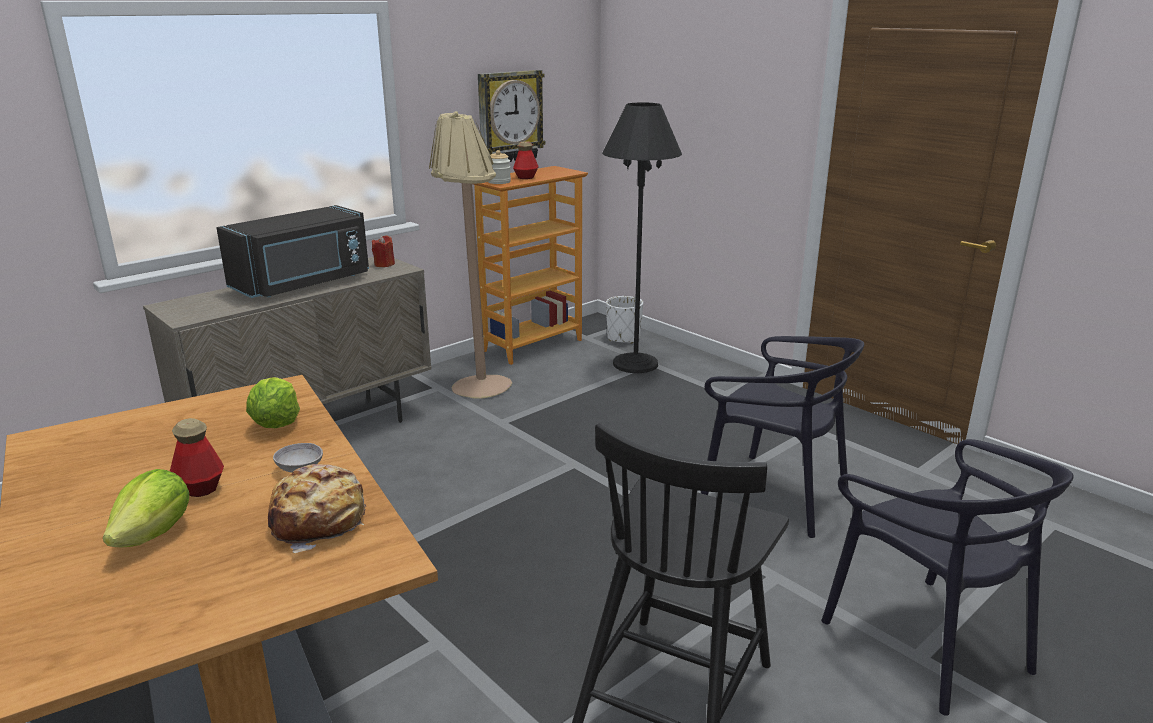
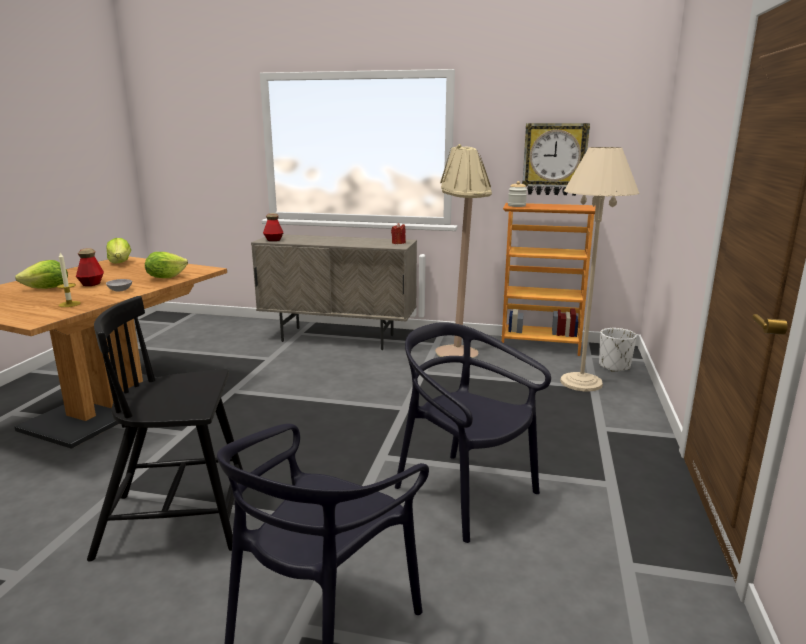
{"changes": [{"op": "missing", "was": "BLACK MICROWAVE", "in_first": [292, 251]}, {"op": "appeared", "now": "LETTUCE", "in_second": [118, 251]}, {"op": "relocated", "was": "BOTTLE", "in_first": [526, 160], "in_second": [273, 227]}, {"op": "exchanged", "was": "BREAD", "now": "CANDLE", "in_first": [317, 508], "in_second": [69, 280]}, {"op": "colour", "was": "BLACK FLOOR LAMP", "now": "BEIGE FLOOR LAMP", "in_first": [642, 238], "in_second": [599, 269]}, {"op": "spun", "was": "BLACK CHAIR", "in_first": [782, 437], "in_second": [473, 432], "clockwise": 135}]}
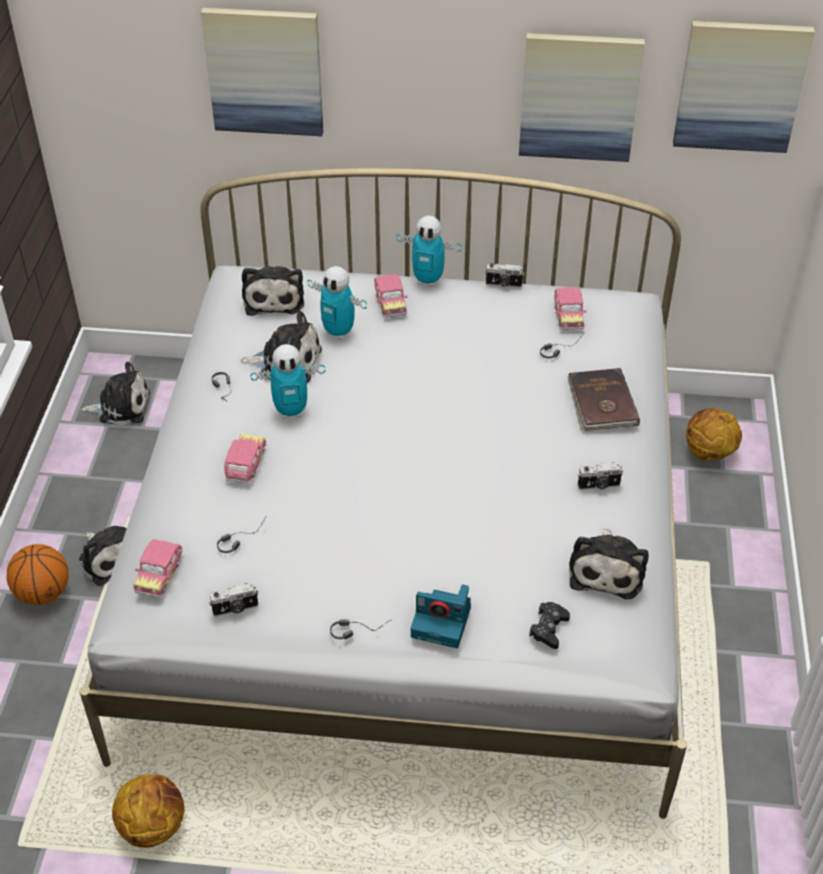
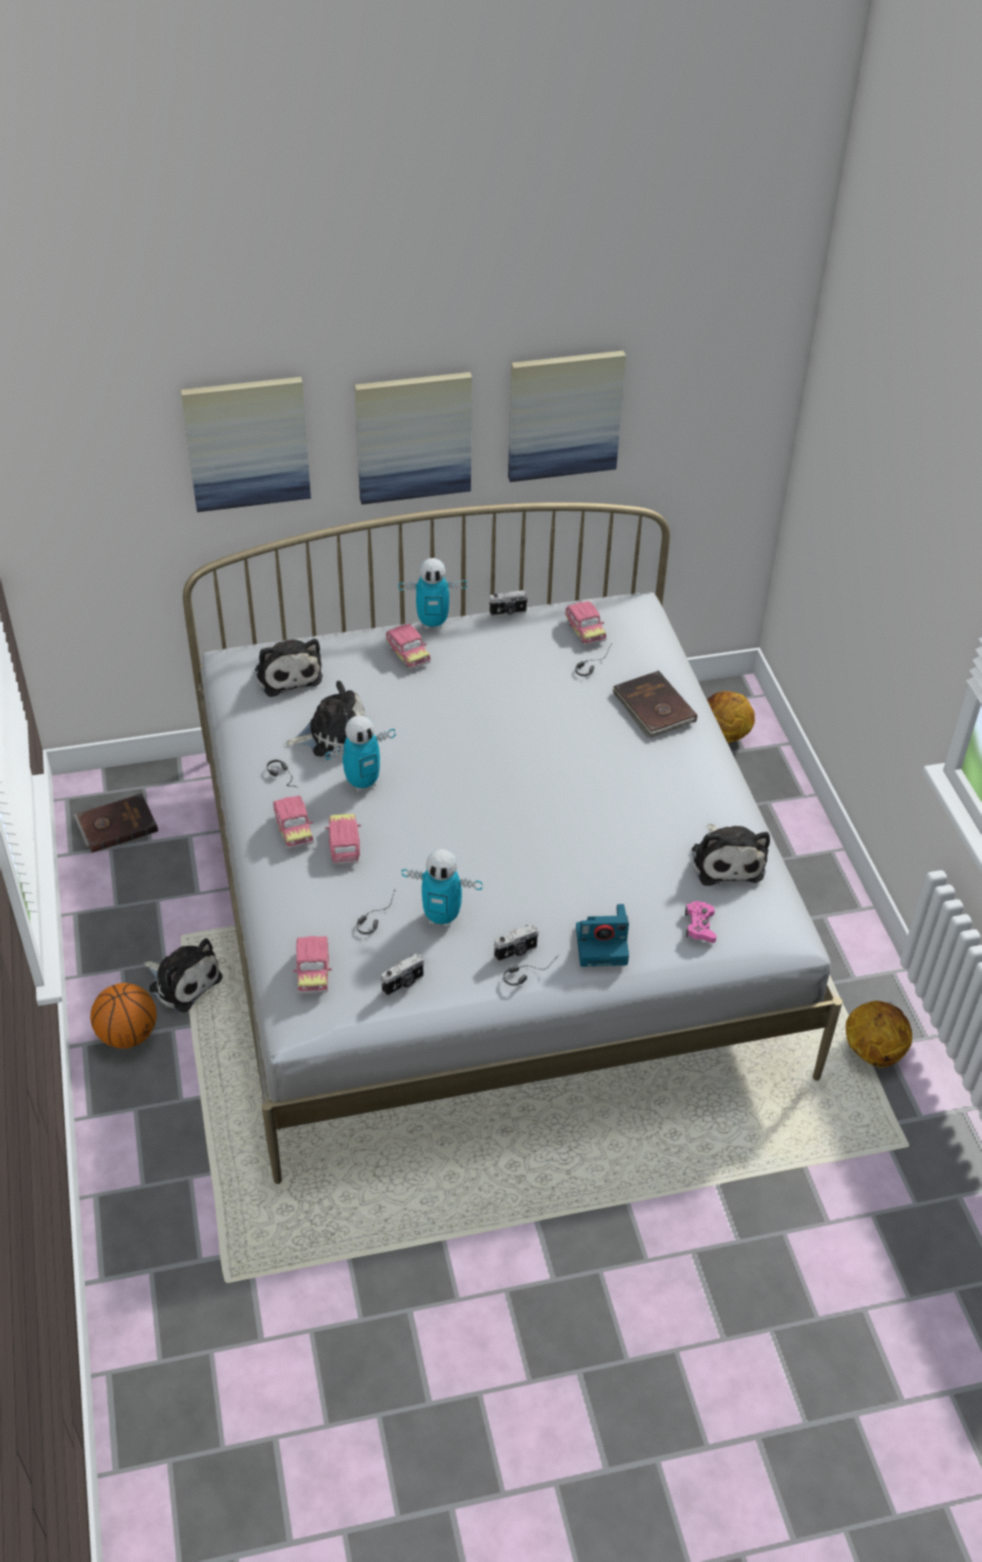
{"changes": [{"op": "appeared", "now": "TOY CAR", "in_second": [293, 822]}, {"op": "relocated", "was": "BASKETBALL", "in_first": [148, 811], "in_second": [879, 1034]}, {"op": "relocated", "was": "TOY ROBOT", "in_first": [337, 303], "in_second": [442, 888]}, {"op": "relocated", "was": "PHOTO CAMERA", "in_first": [600, 476], "in_second": [516, 943]}, {"op": "relocated", "was": "PICTURE", "in_first": [744, 87], "in_second": [413, 438]}, {"op": "exchanged", "was": "PLUSH TOY", "now": "BROWN BOOK", "in_first": [115, 394], "in_second": [116, 823]}, {"op": "colour", "was": "BLACK GAME CONTROLLER", "now": "PINK GAME CONTROLLER", "in_first": [549, 625], "in_second": [700, 922]}]}
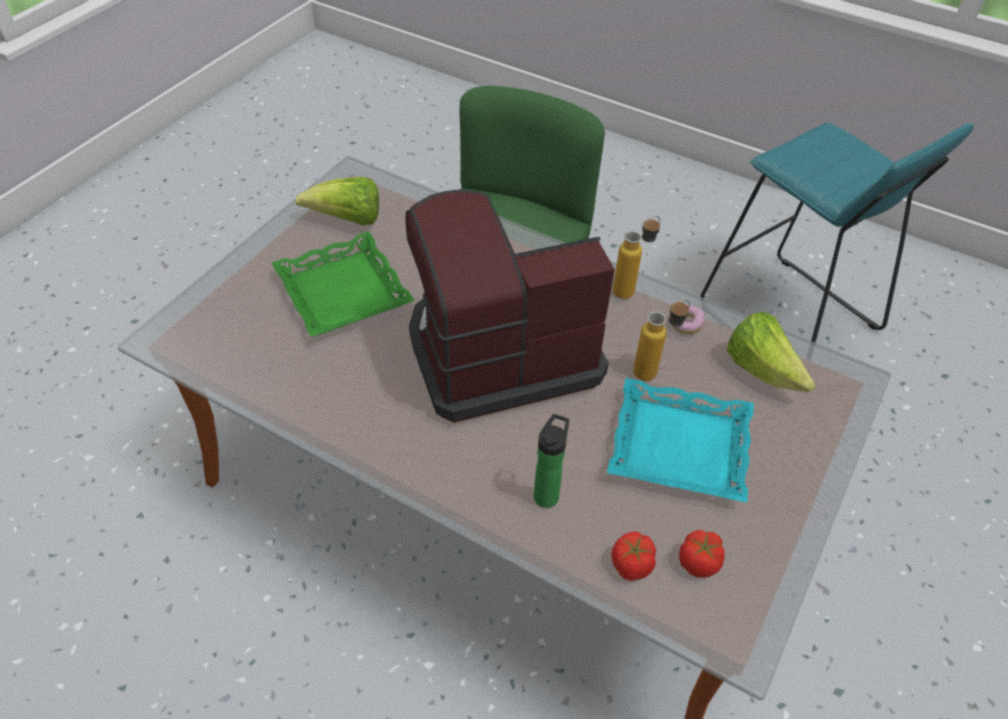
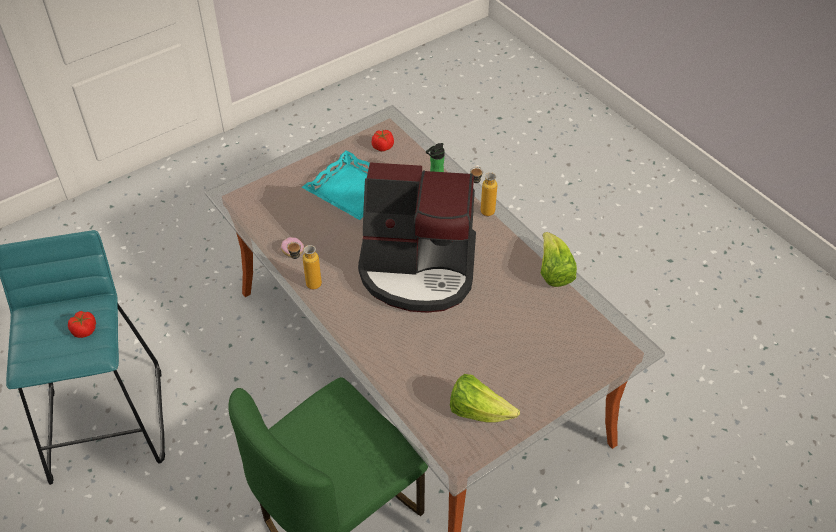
{"changes": [{"op": "missing", "was": "GREEN TRAY", "in_first": [343, 284]}, {"op": "relocated", "was": "TOMATO", "in_first": [633, 556], "in_second": [82, 324]}, {"op": "relocated", "was": "BOTTLE", "in_first": [661, 340], "in_second": [483, 191]}, {"op": "relocated", "was": "LETTUCE", "in_first": [771, 352], "in_second": [559, 259]}]}
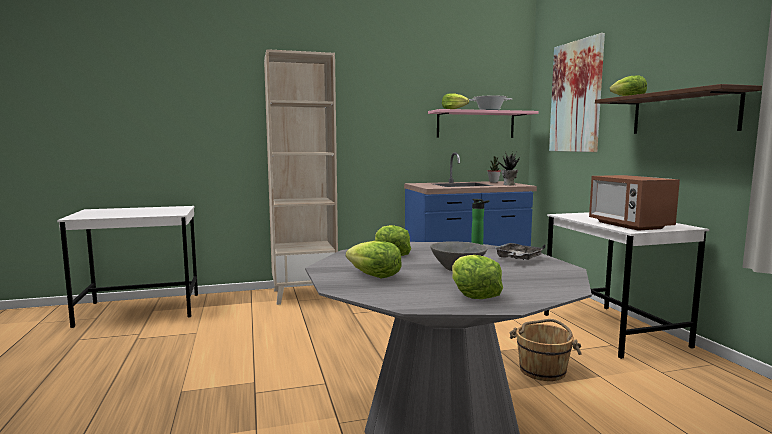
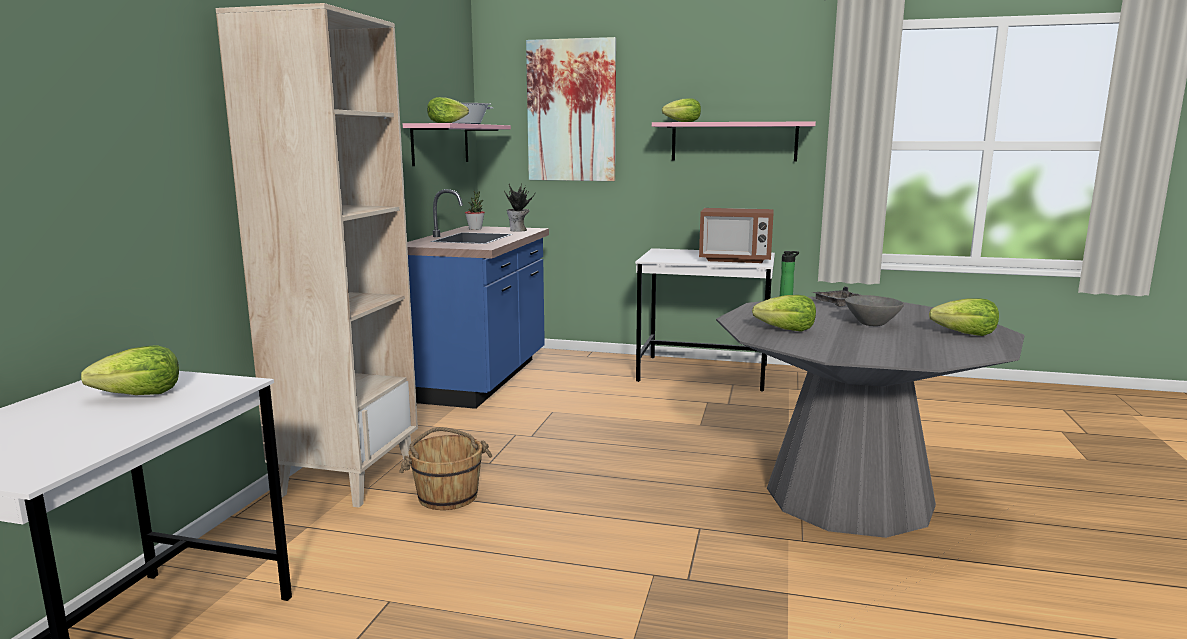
{"changes": [{"op": "relocated", "was": "LETTUCE", "in_first": [374, 260], "in_second": [130, 370]}, {"op": "relocated", "was": "BROWN BUCKET", "in_first": [546, 350], "in_second": [445, 468]}, {"op": "colour", "was": "BROWN SHELF", "now": "PINK SHELF", "in_first": [678, 109], "in_second": [734, 141]}]}
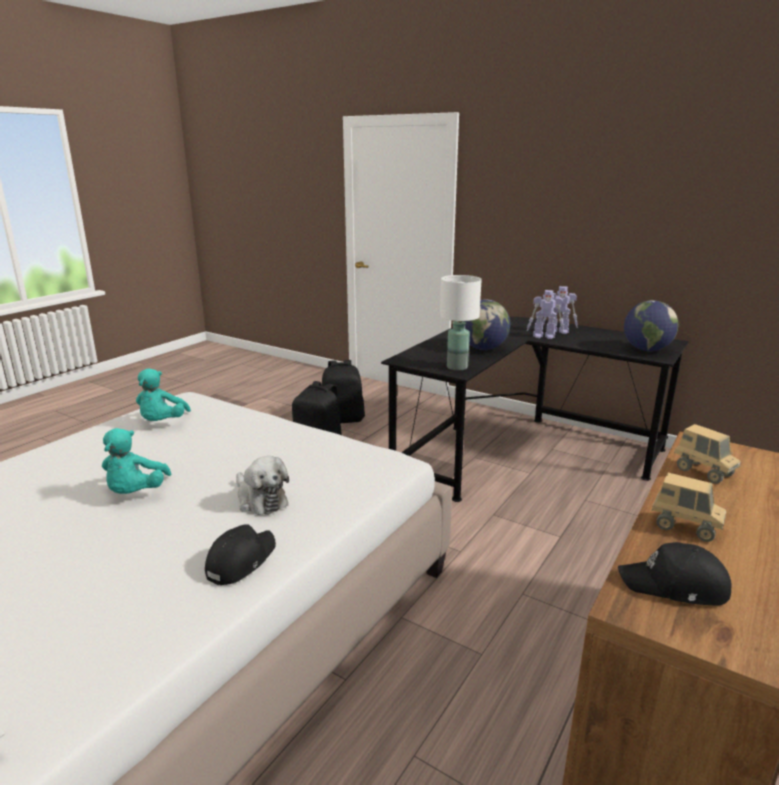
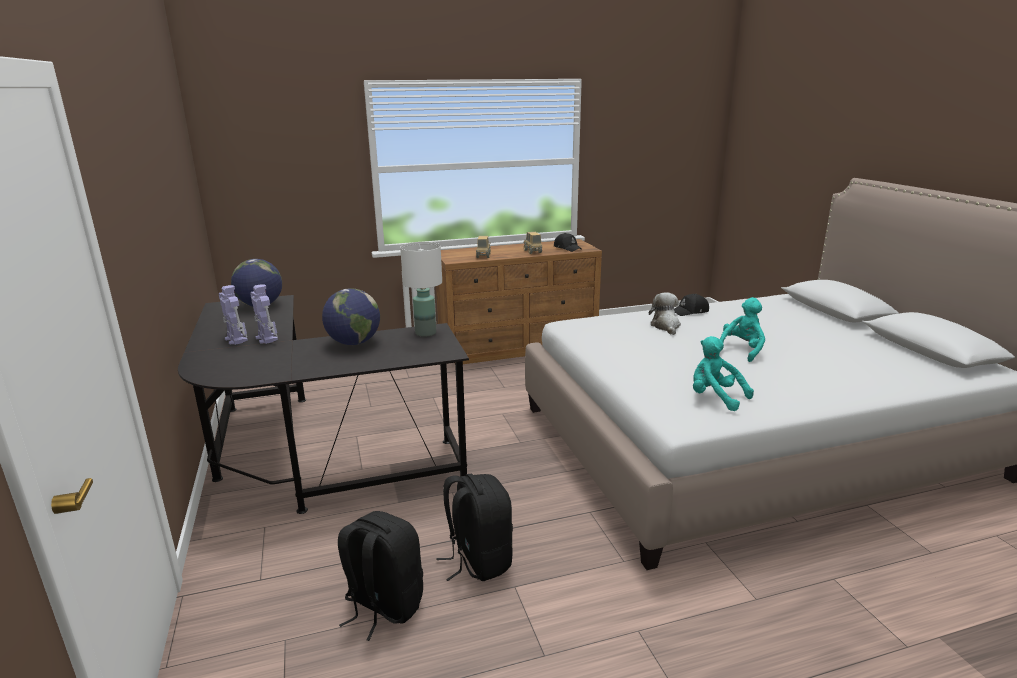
{"changes": [{"op": "spun", "was": "TURQUOISE PLUSH TOY", "in_first": [163, 395], "in_second": [723, 373], "clockwise": -90}]}
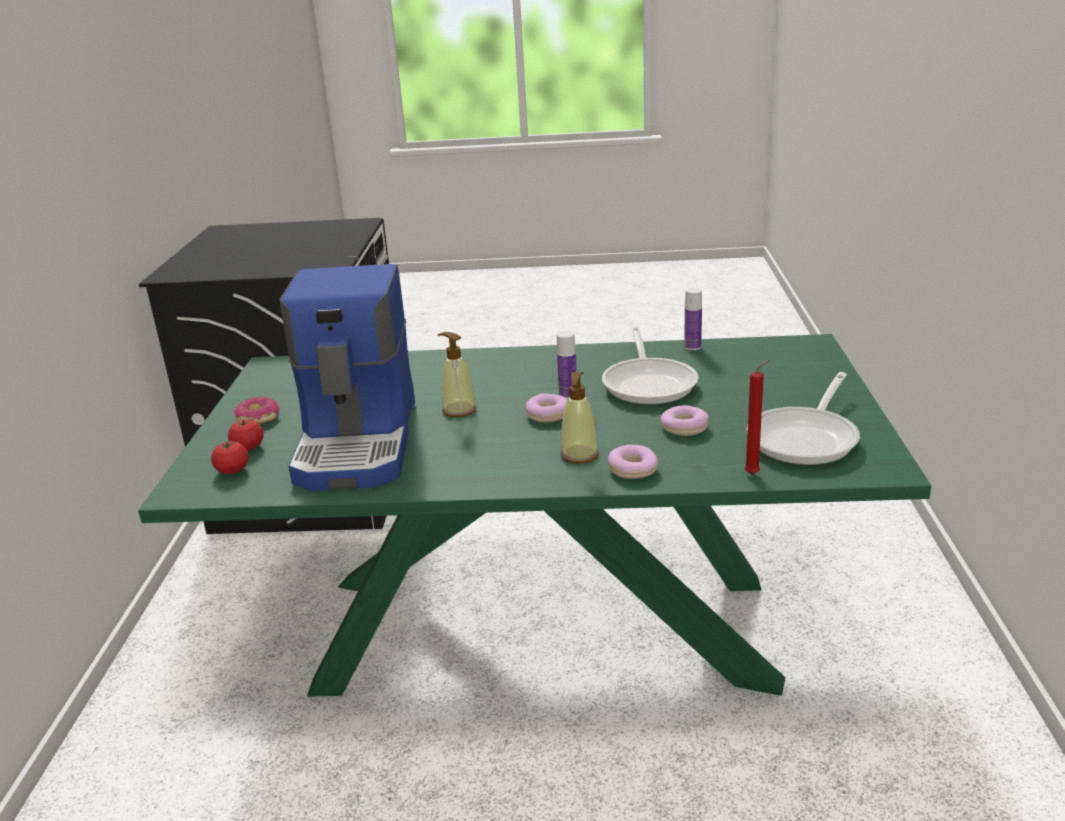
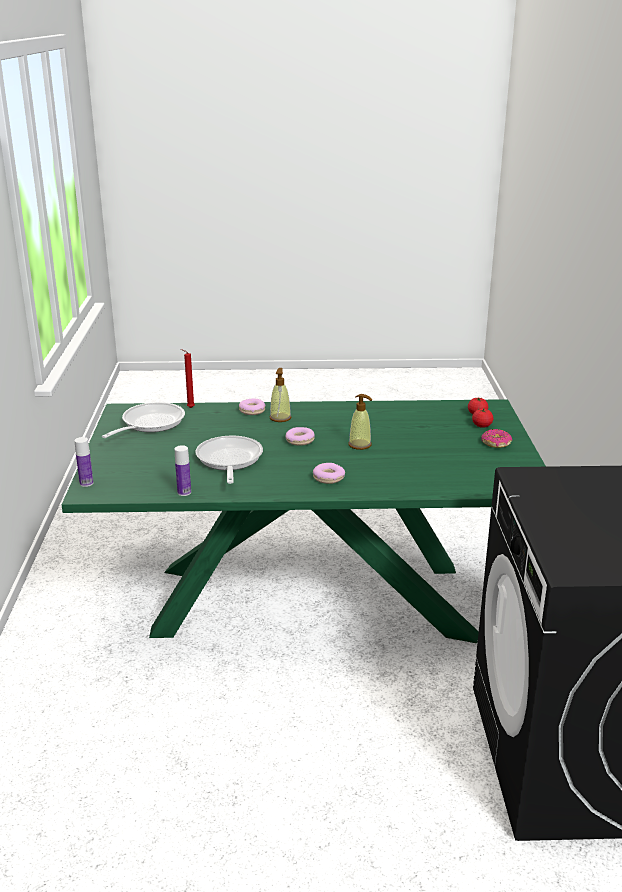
{"changes": [{"op": "missing", "was": "COFFEE MACHINE", "in_first": [347, 377]}, {"op": "relocated", "was": "BOTTLE", "in_first": [566, 365], "in_second": [84, 462]}, {"op": "relocated", "was": "DONUT", "in_first": [684, 420], "in_second": [329, 473]}]}
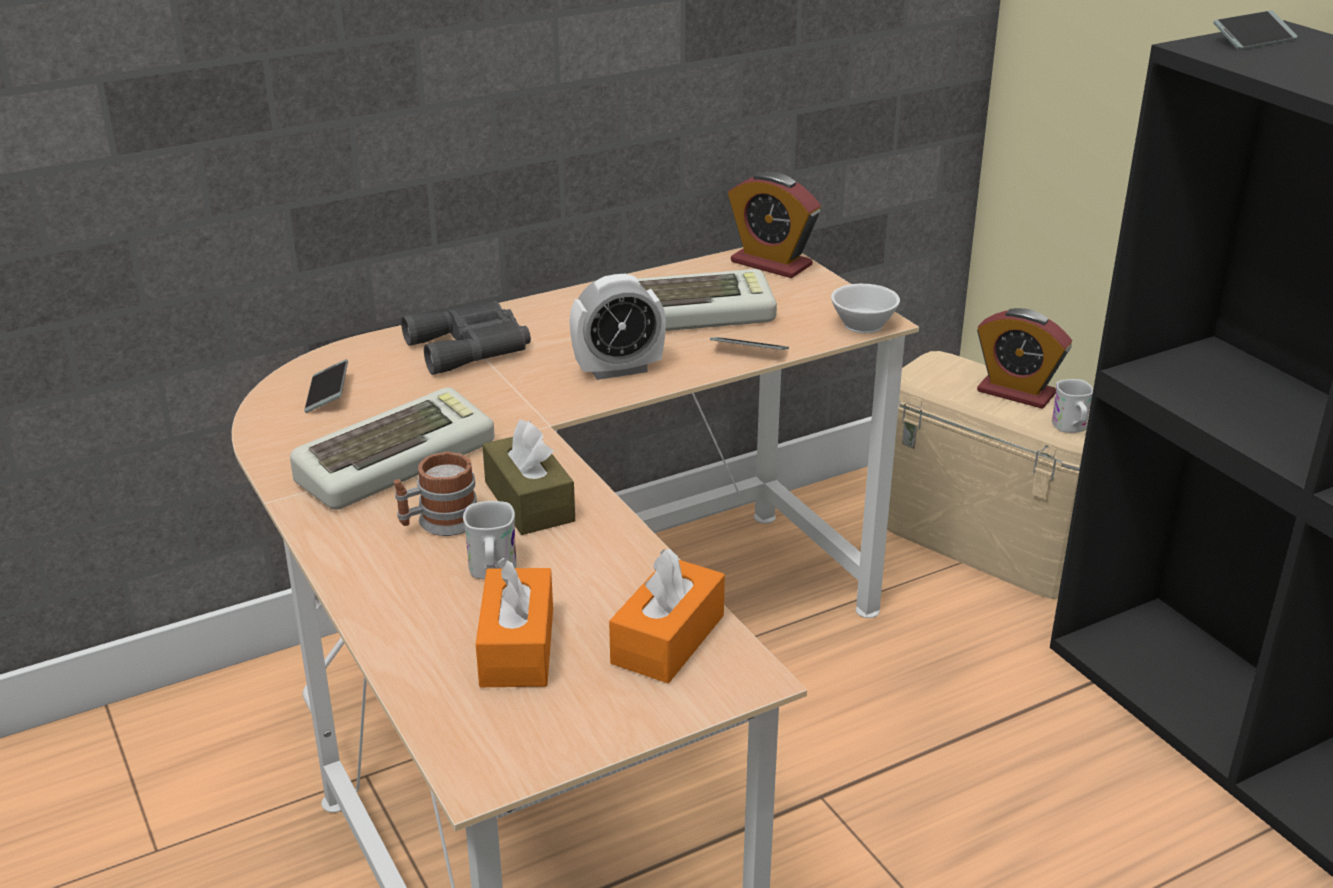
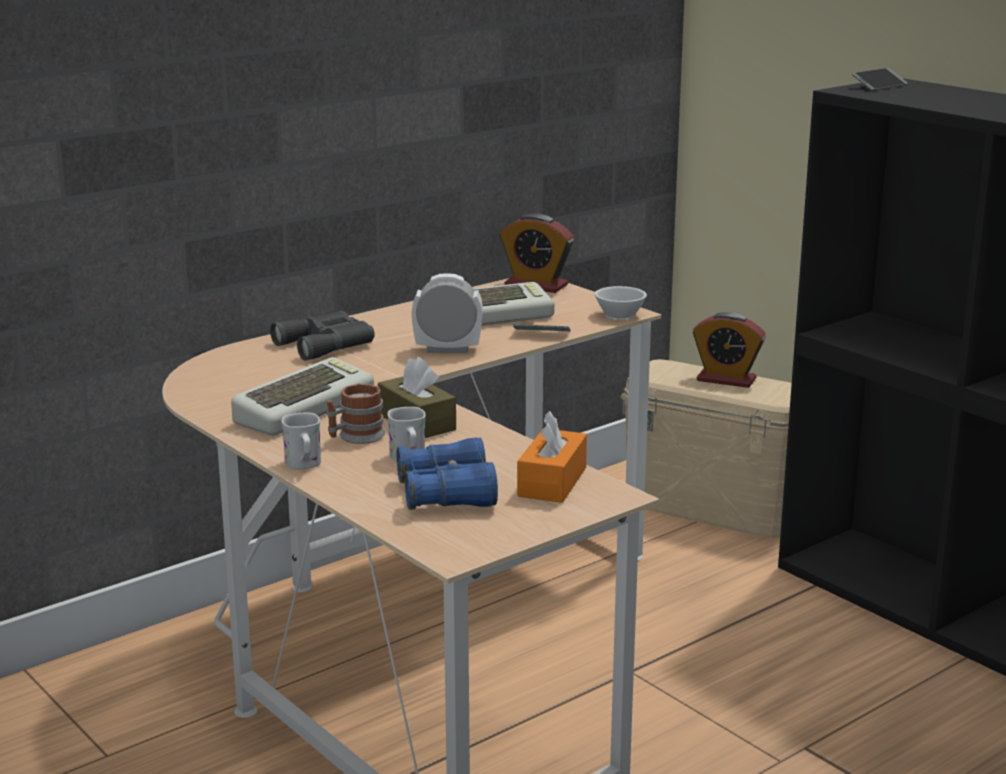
{"changes": [{"op": "missing", "was": "PHONE", "in_first": [326, 386]}, {"op": "relocated", "was": "WHITE MUG", "in_first": [1072, 406], "in_second": [301, 441]}, {"op": "exchanged", "was": "ORANGE TISSUE BOX", "now": "BLUE BINOCULARS", "in_first": [514, 622], "in_second": [447, 474]}, {"op": "spun", "was": "ALARM CLOCK", "in_first": [618, 327], "in_second": [447, 313], "clockwise": -150}]}
